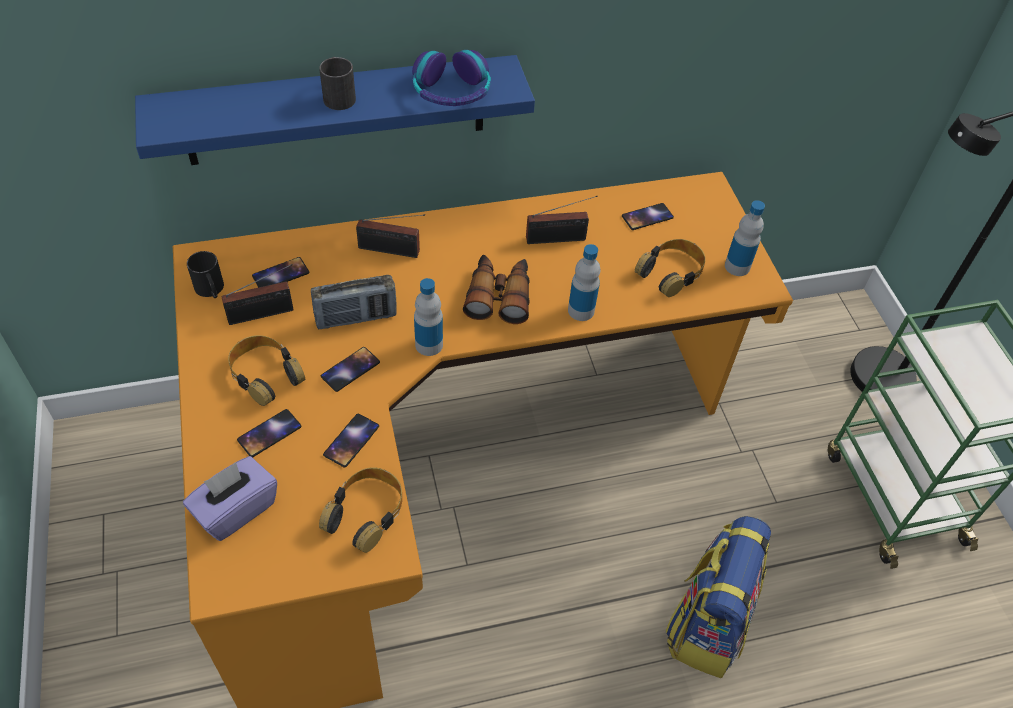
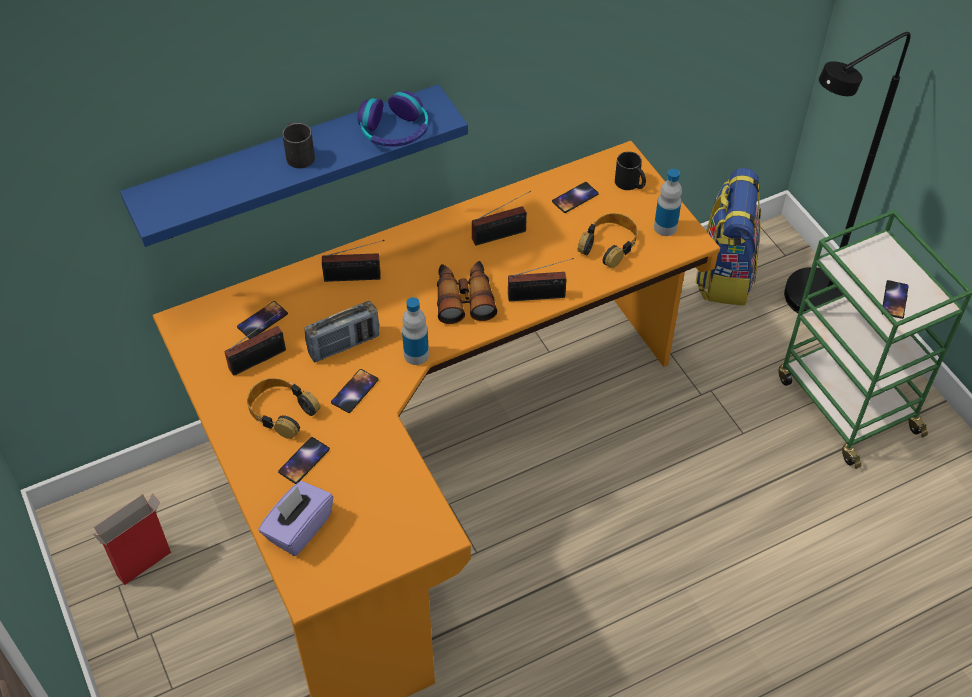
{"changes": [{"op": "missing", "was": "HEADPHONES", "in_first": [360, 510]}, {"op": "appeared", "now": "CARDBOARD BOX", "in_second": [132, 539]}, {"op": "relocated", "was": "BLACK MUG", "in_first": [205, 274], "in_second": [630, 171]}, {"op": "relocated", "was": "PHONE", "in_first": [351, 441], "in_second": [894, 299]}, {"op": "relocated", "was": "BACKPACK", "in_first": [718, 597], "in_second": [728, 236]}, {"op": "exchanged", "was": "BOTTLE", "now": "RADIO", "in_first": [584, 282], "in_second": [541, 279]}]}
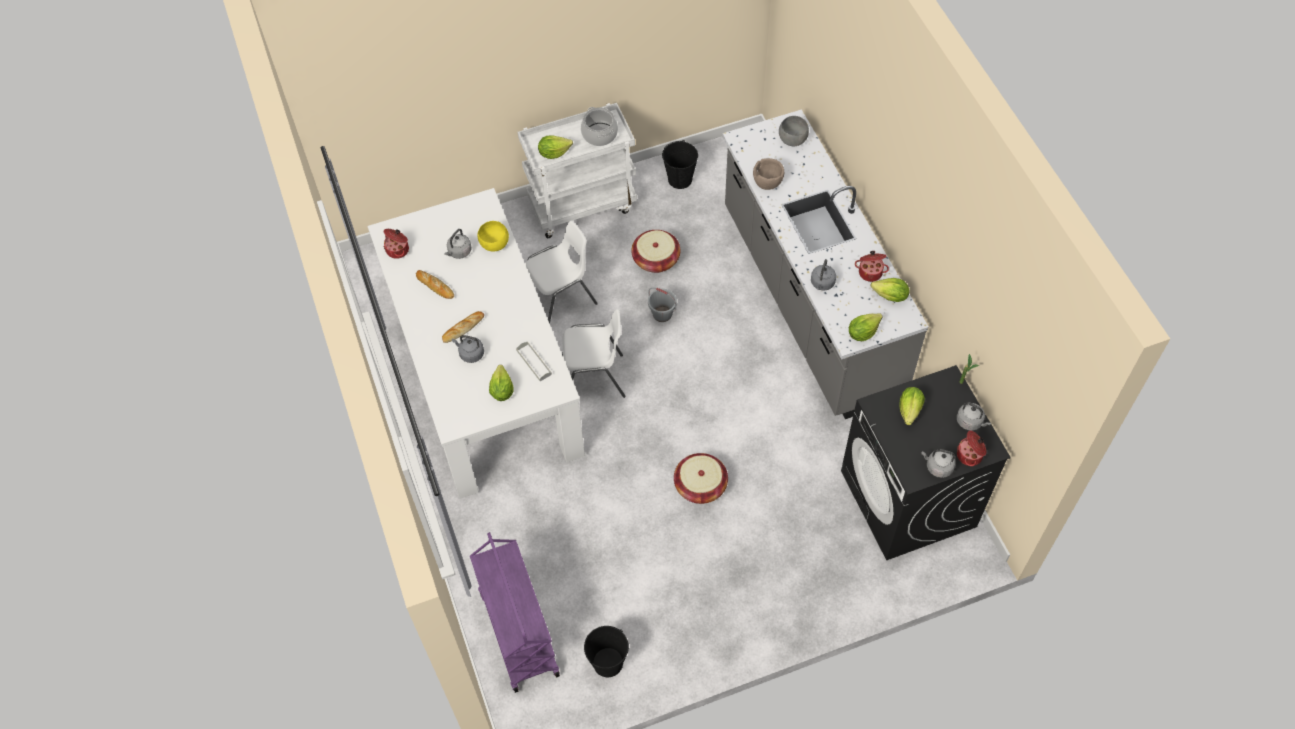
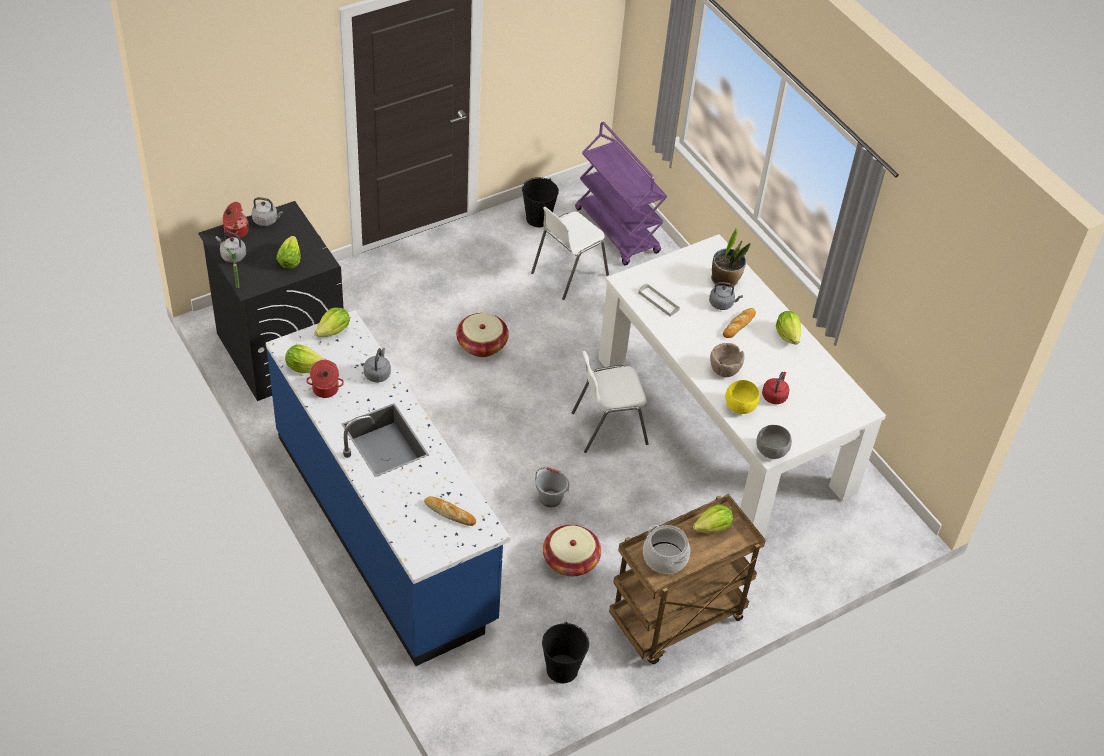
{"changes": [{"op": "missing", "was": "COOKING POT", "in_first": [396, 244]}, {"op": "appeared", "now": "POTTED PLANT", "in_second": [730, 257]}, {"op": "relocated", "was": "BREAD", "in_first": [435, 284], "in_second": [450, 511]}, {"op": "relocated", "was": "LETTUCE", "in_first": [501, 383], "in_second": [788, 328]}, {"op": "relocated", "was": "WHITE CHAIR", "in_first": [561, 272], "in_second": [570, 253]}, {"op": "relocated", "was": "BROWN BOWL", "in_first": [769, 174], "in_second": [727, 360]}, {"op": "relocated", "was": "GREY BOWL", "in_first": [794, 131], "in_second": [774, 442]}, {"op": "colour", "was": "GREY KETTLE", "now": "RED KETTLE", "in_first": [458, 244], "in_second": [775, 388]}, {"op": "colour", "was": "WHITE CART", "now": "BROWN CART", "in_first": [577, 170], "in_second": [687, 579]}, {"op": "colour", "was": "GREY COUNTER", "now": "BLUE COUNTER", "in_first": [825, 264], "in_second": [388, 488]}]}
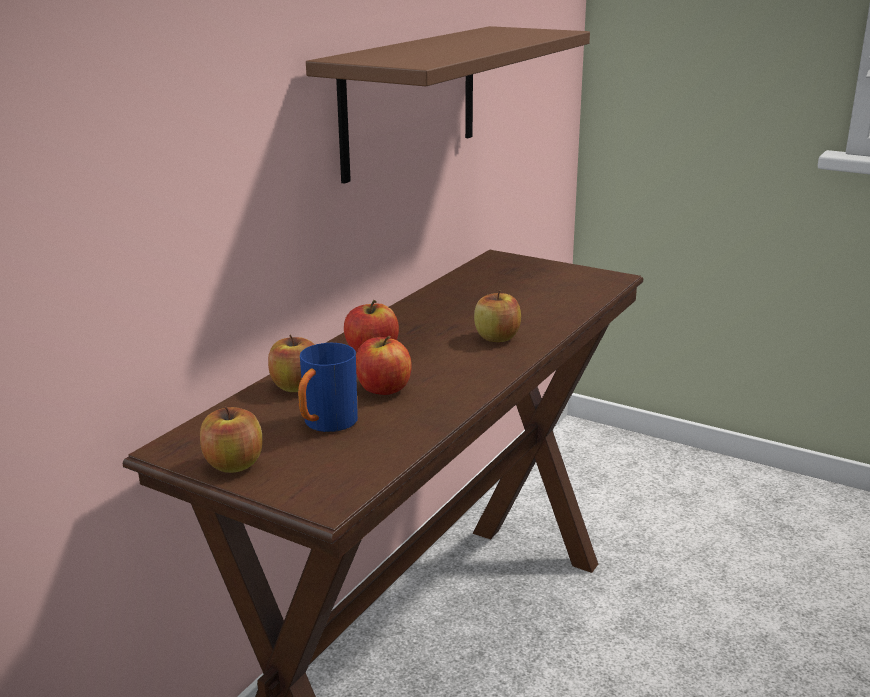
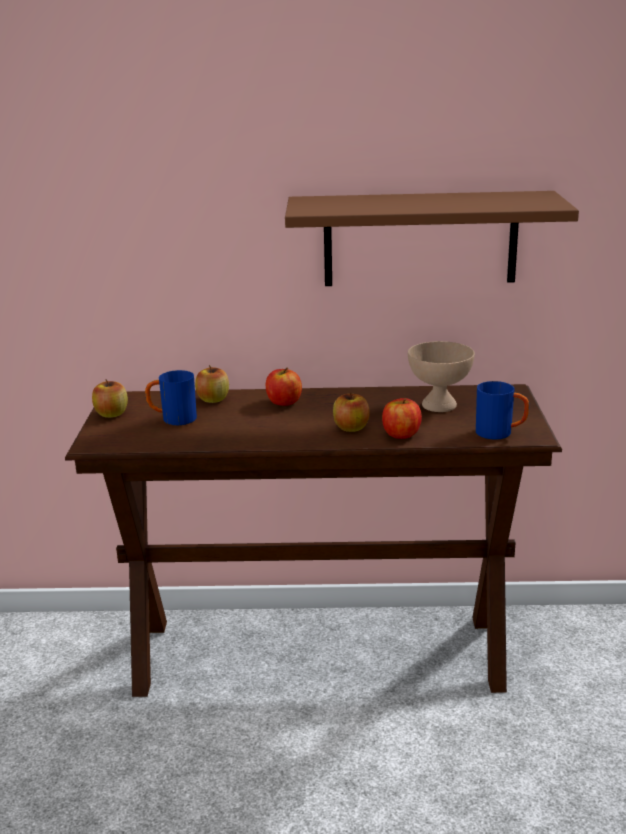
{"changes": [{"op": "appeared", "now": "BEIGE BOWL", "in_second": [441, 376]}, {"op": "appeared", "now": "BLUE MUG", "in_second": [502, 410]}, {"op": "relocated", "was": "APPLE", "in_first": [384, 365], "in_second": [402, 418]}]}
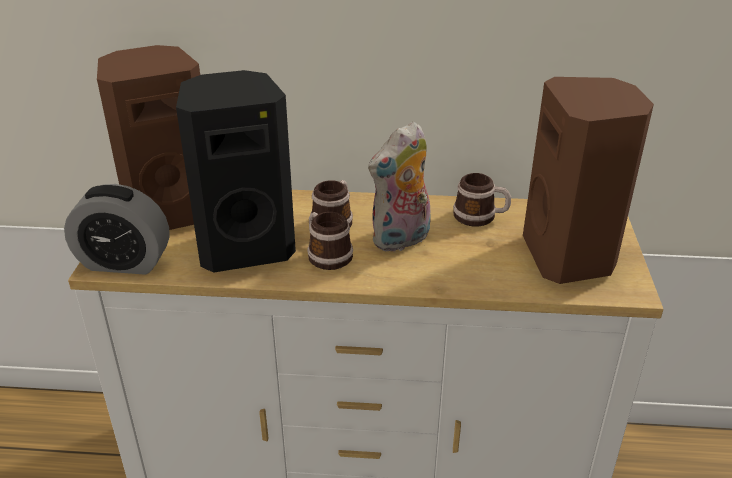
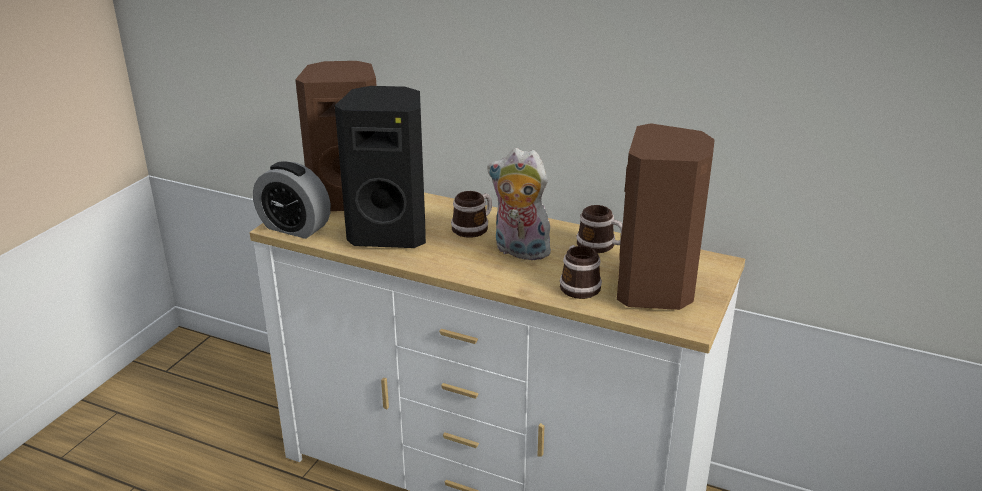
{"changes": [{"op": "relocated", "was": "MUG", "in_first": [330, 241], "in_second": [581, 272]}, {"op": "spun", "was": "PLUSH TOY", "in_first": [399, 187], "in_second": [522, 204], "clockwise": 45}]}
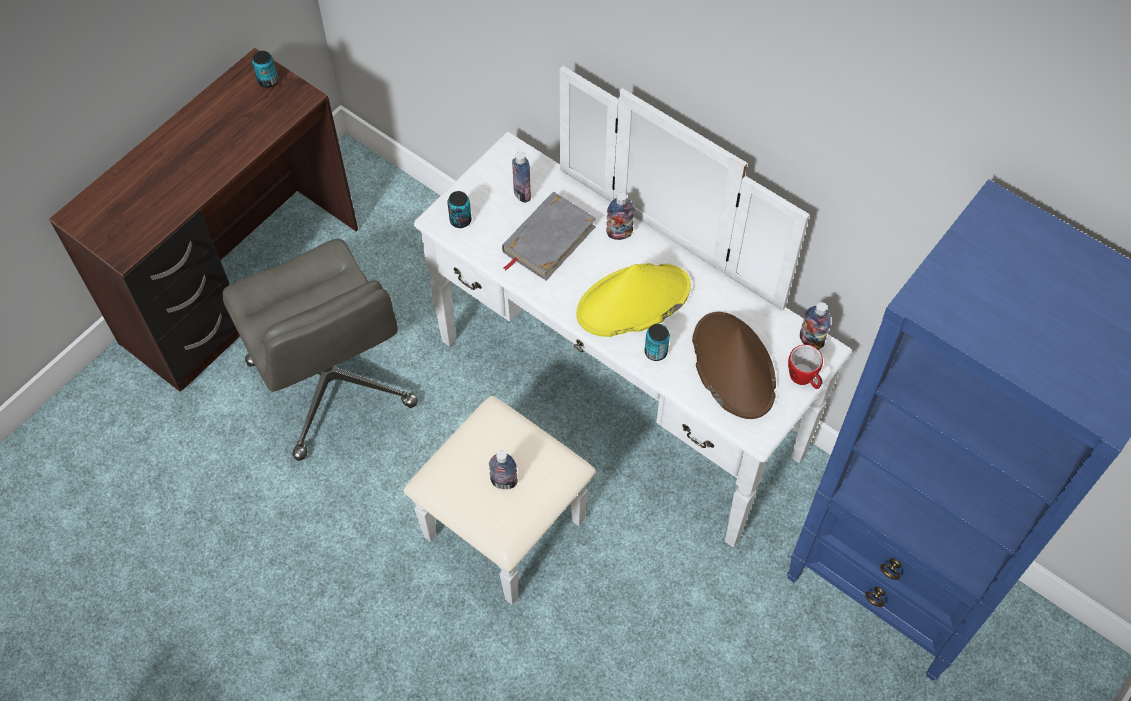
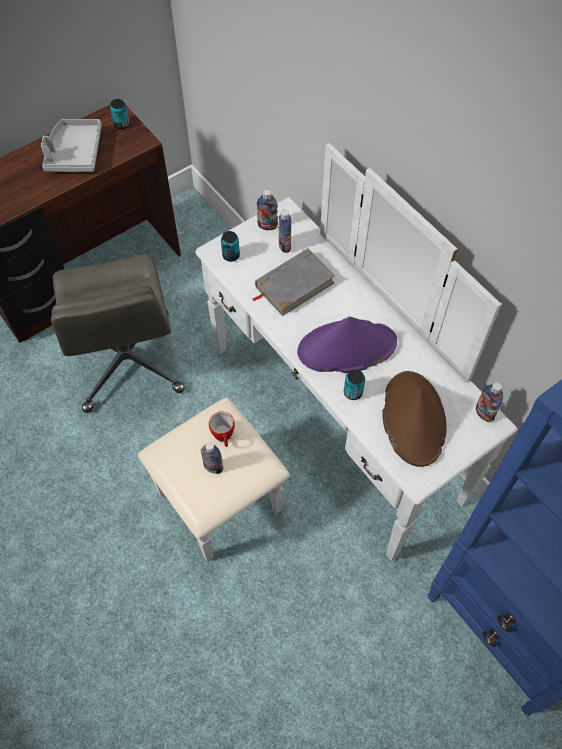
{"changes": [{"op": "appeared", "now": "GREY TRAY", "in_second": [71, 145]}, {"op": "relocated", "was": "BOTTLE", "in_first": [620, 216], "in_second": [267, 209]}, {"op": "relocated", "was": "MUG", "in_first": [805, 367], "in_second": [222, 429]}, {"op": "colour", "was": "YELLOW HAT", "now": "PURPLE HAT", "in_first": [633, 300], "in_second": [347, 345]}]}
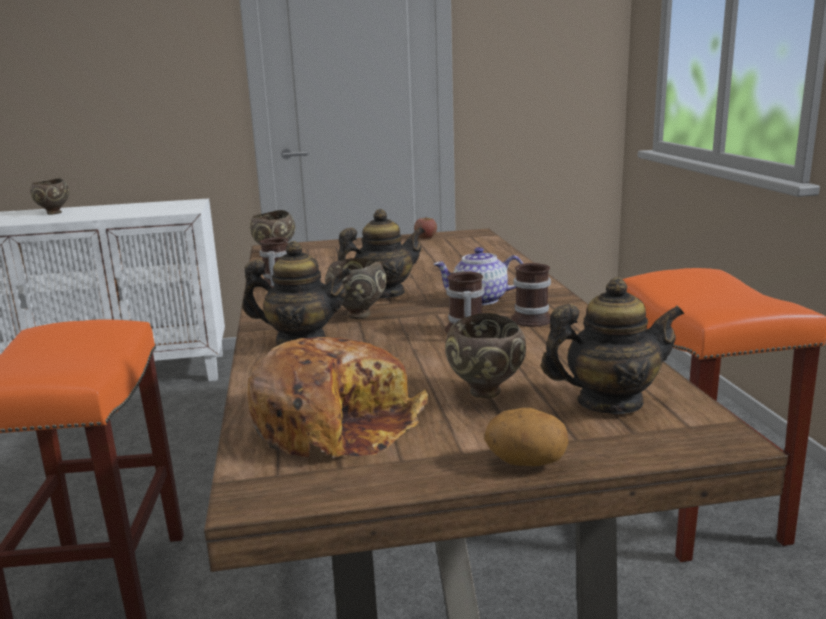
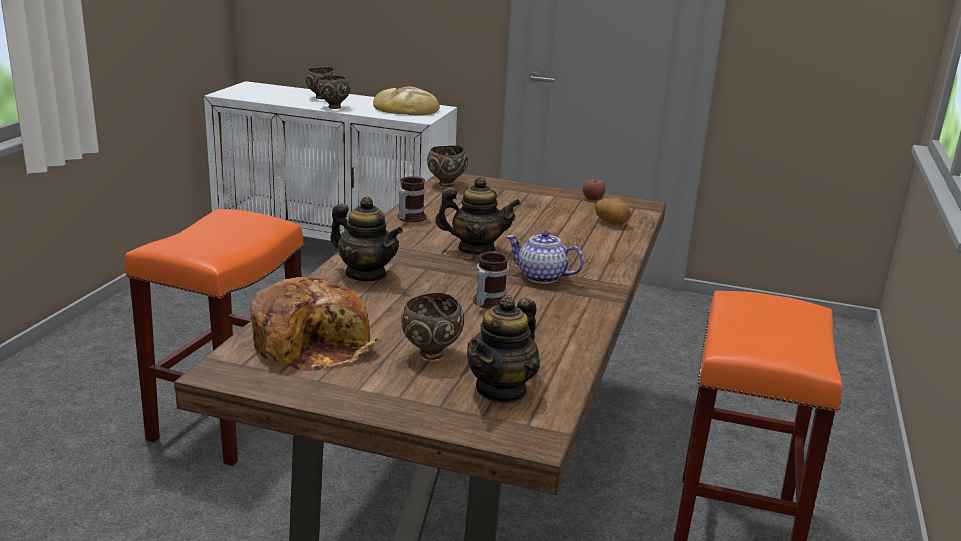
{"changes": [{"op": "missing", "was": "MUG", "in_first": [531, 295]}, {"op": "appeared", "now": "BREAD", "in_second": [406, 101]}, {"op": "relocated", "was": "BROWN BOWL", "in_first": [355, 288], "in_second": [334, 92]}, {"op": "relocated", "was": "POTATO", "in_first": [526, 437], "in_second": [613, 211]}, {"op": "spun", "was": "TEAPOT", "in_first": [612, 345], "in_second": [503, 349], "clockwise": 105}]}
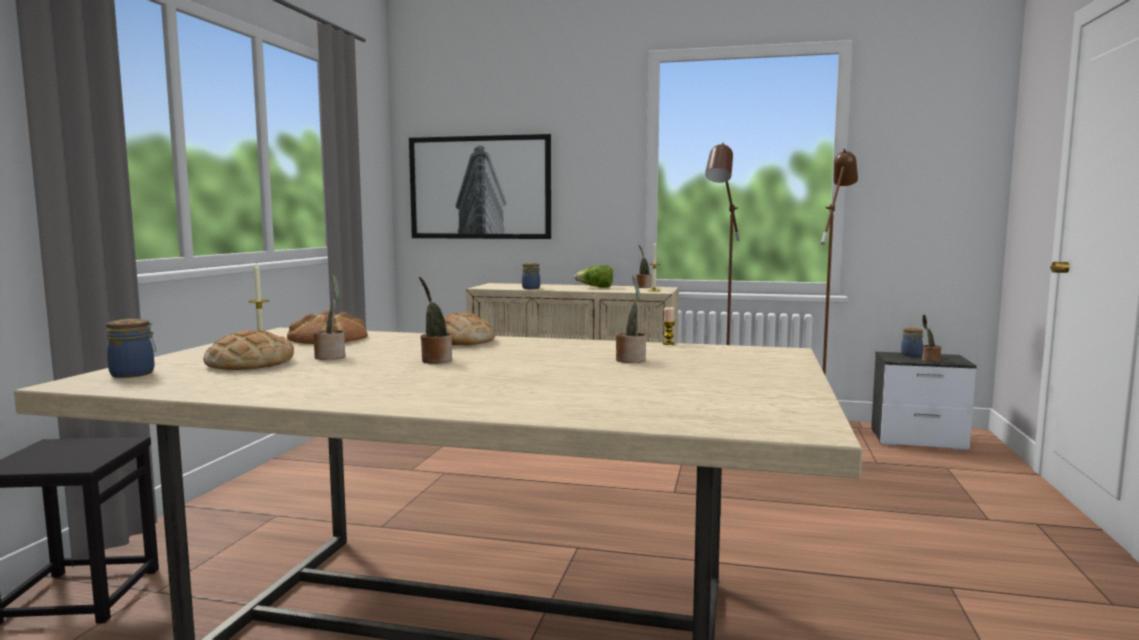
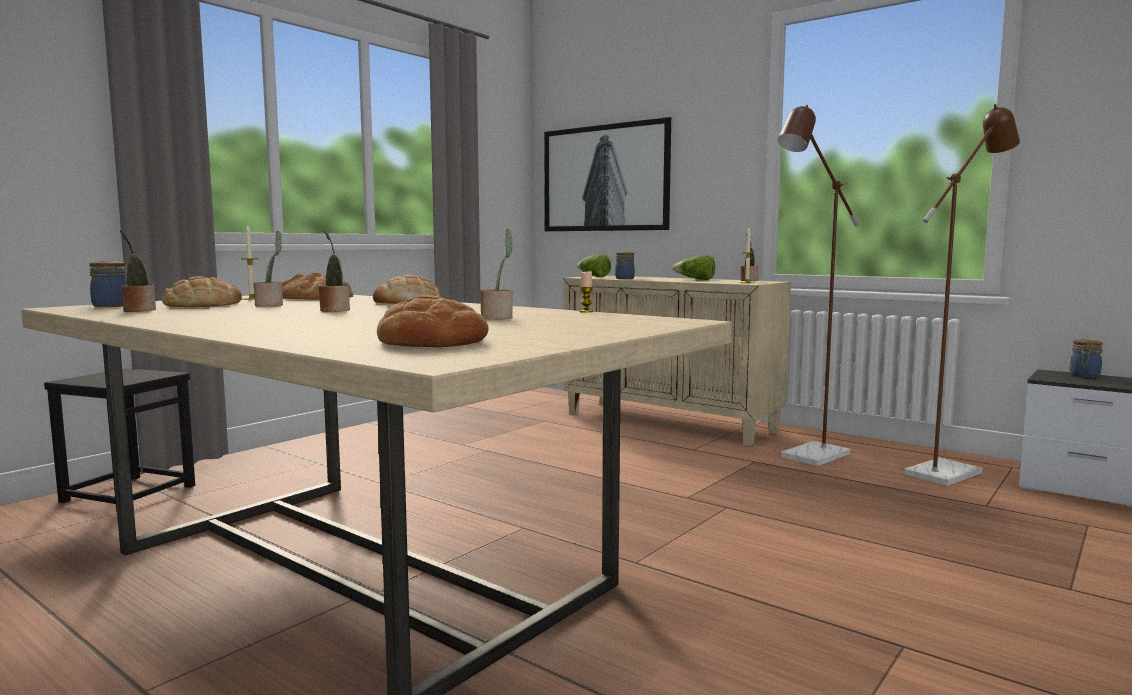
{"changes": [{"op": "appeared", "now": "BREAD", "in_second": [432, 321]}, {"op": "appeared", "now": "LETTUCE", "in_second": [594, 265]}, {"op": "relocated", "was": "POTTED PLANT", "in_first": [931, 338], "in_second": [138, 271]}]}
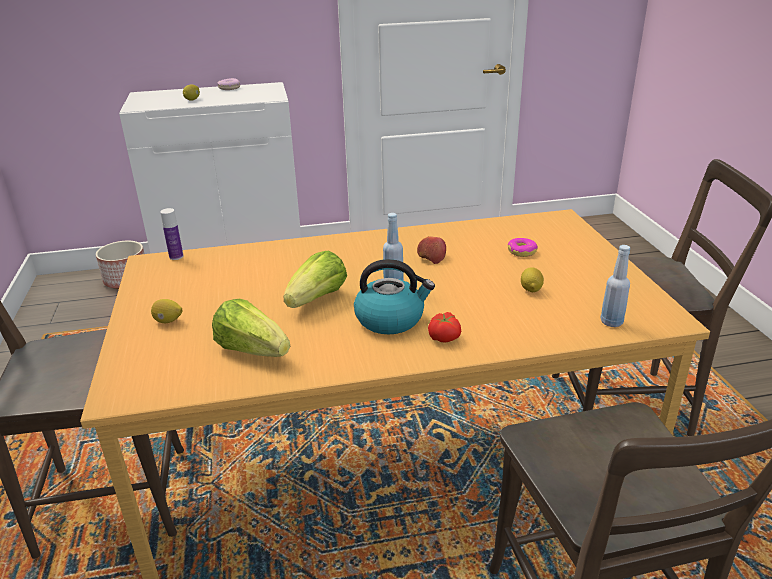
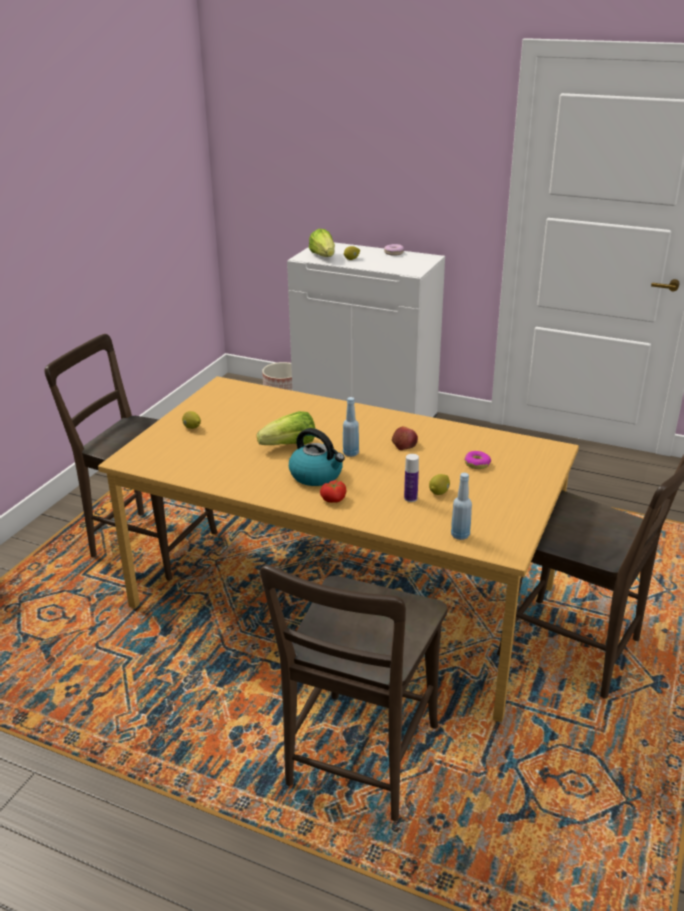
{"changes": [{"op": "relocated", "was": "BOTTLE", "in_first": [171, 234], "in_second": [411, 478]}, {"op": "relocated", "was": "LETTUCE", "in_first": [251, 328], "in_second": [322, 243]}]}
